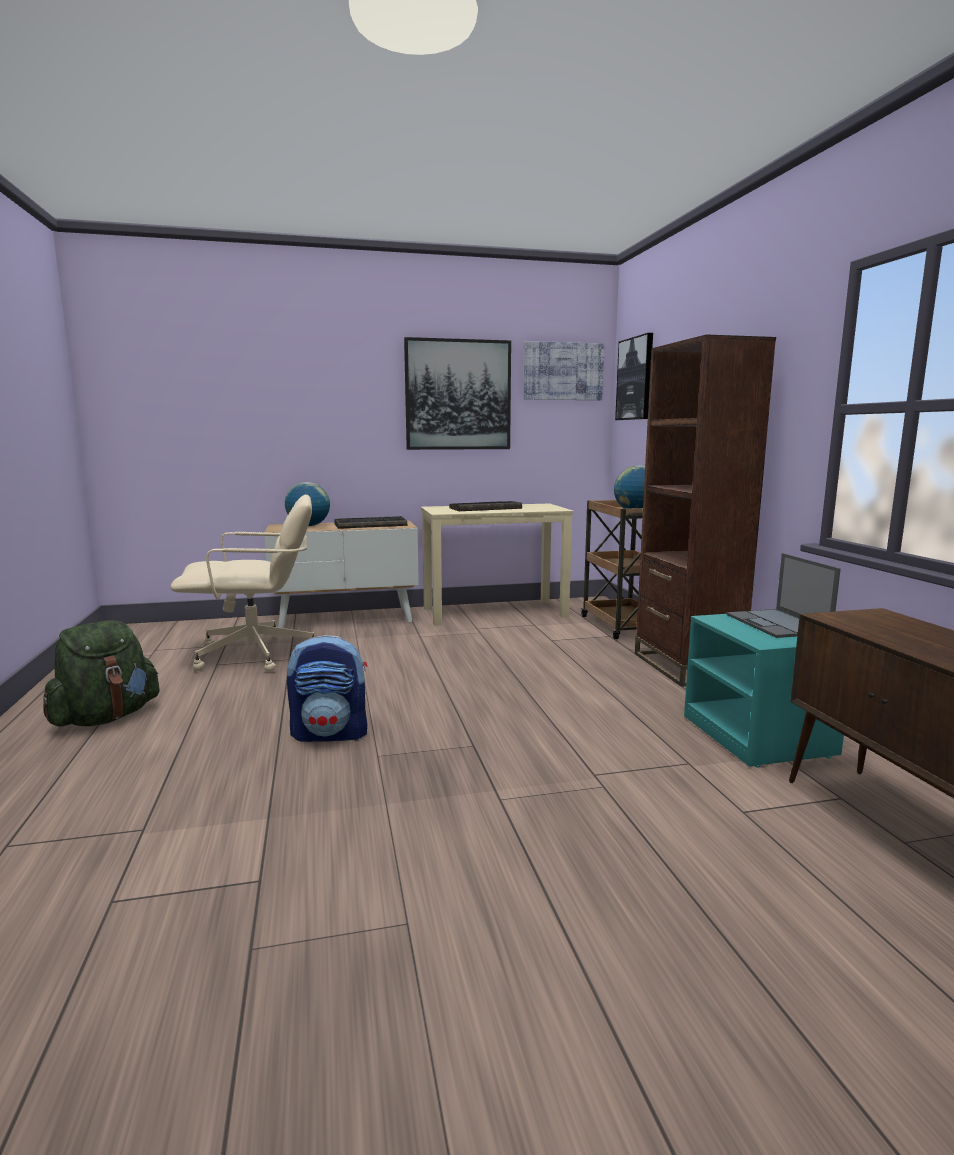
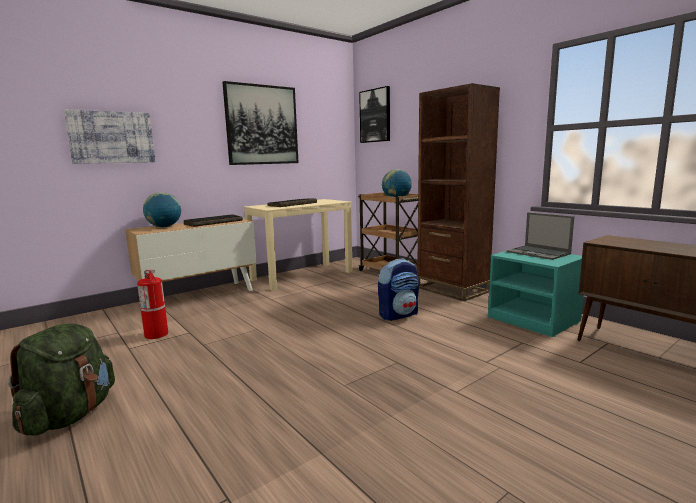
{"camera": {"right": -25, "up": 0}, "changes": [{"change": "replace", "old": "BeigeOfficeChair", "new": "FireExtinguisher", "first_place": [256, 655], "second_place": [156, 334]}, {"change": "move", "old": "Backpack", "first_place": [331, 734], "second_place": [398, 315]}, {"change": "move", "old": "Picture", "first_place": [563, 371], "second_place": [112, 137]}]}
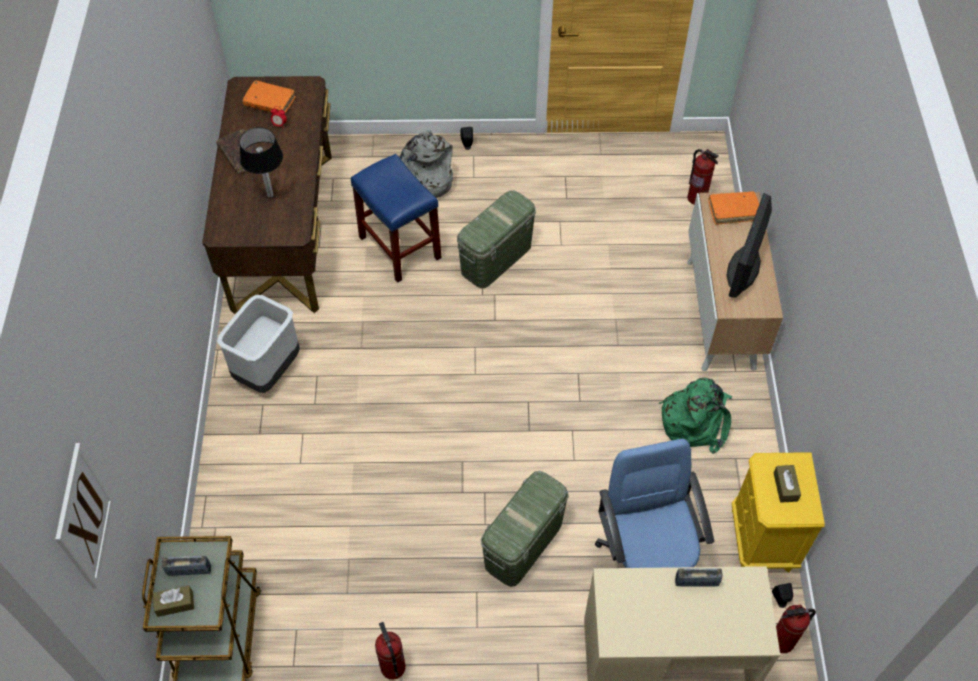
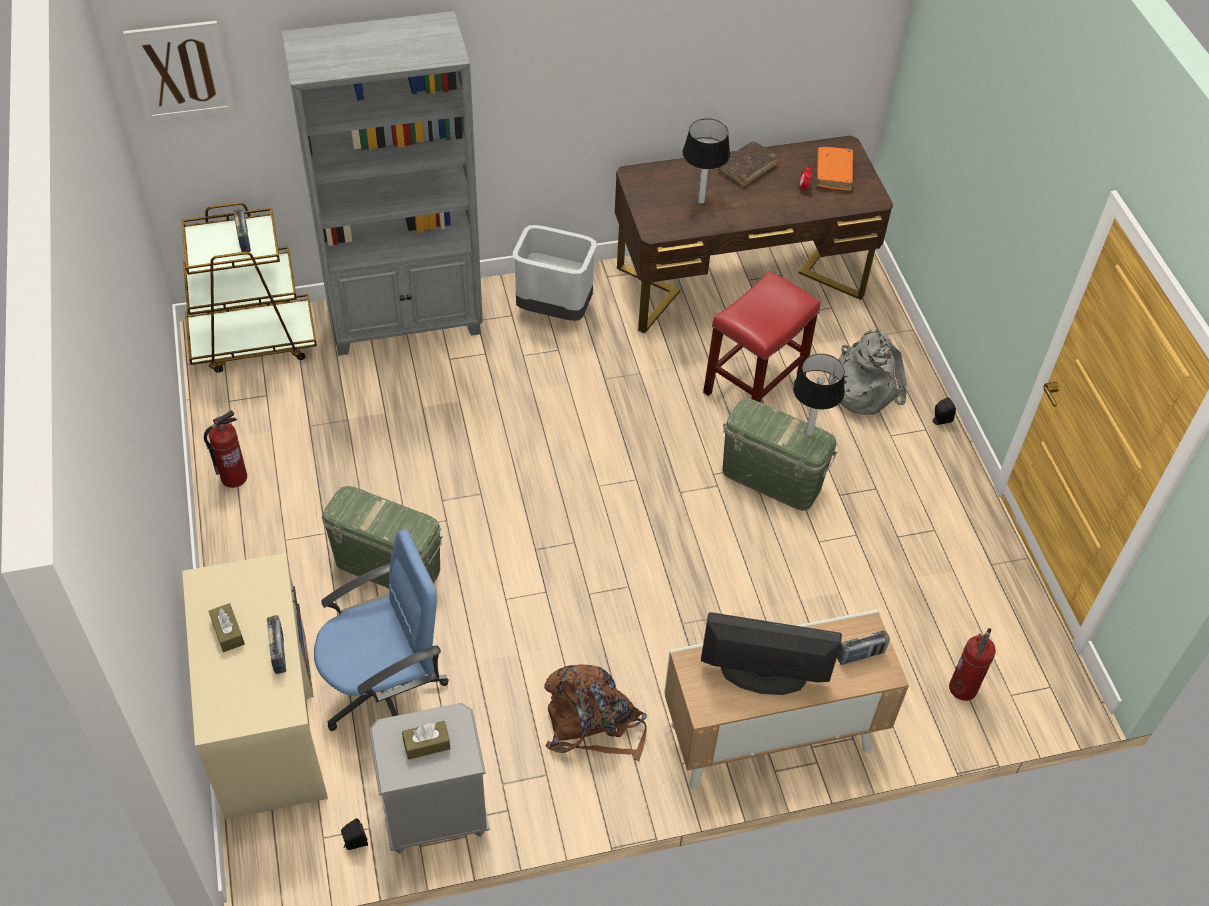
{"camera": {"right": 75, "up": -5}, "changes": [{"change": "move", "old": "BrownTissueBox", "first_place": [175, 604], "second_place": [228, 632]}, {"change": "recolor", "old": "BlueStool", "new": "RedStool", "first_place": [401, 248], "second_place": [754, 386]}, {"change": "recolor", "old": "GreenBackpack", "new": "BrownBackpack", "first_place": [695, 420], "second_place": [593, 723]}, {"change": "replace", "old": "OrangeBook", "new": "Radio", "first_place": [733, 211], "second_place": [860, 655]}, {"change": "recolor", "old": "YellowNightstand", "new": "GreyNightstand", "first_place": [762, 540], "second_place": [434, 815]}, {"change": "delete", "old": "FireExtinguisher", "first_place": [782, 642]}, {"change": "insert", "new": "GreyBookcase", "second_place": [406, 321]}, {"change": "insert", "new": "TableLamp", "second_place": [809, 433]}]}
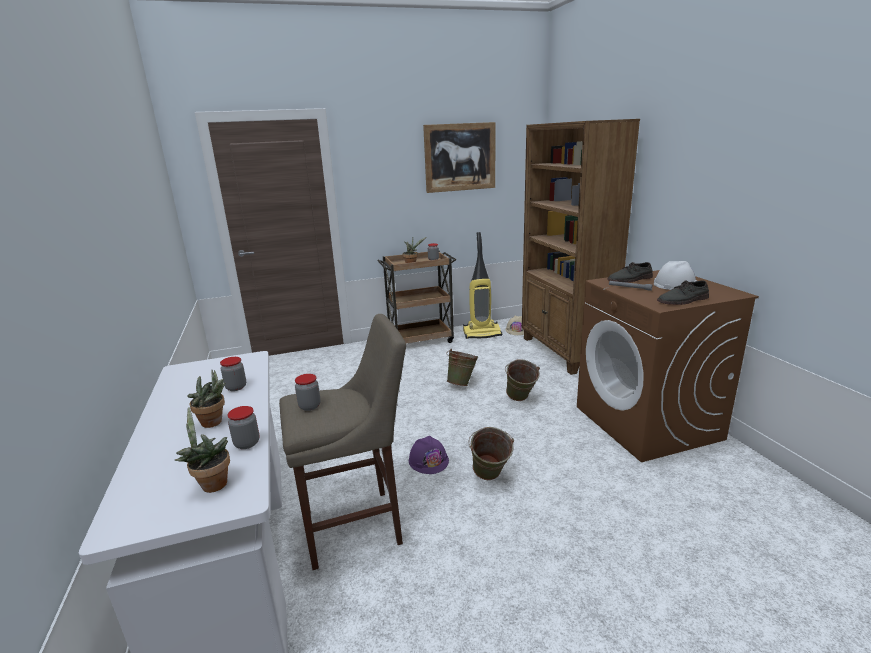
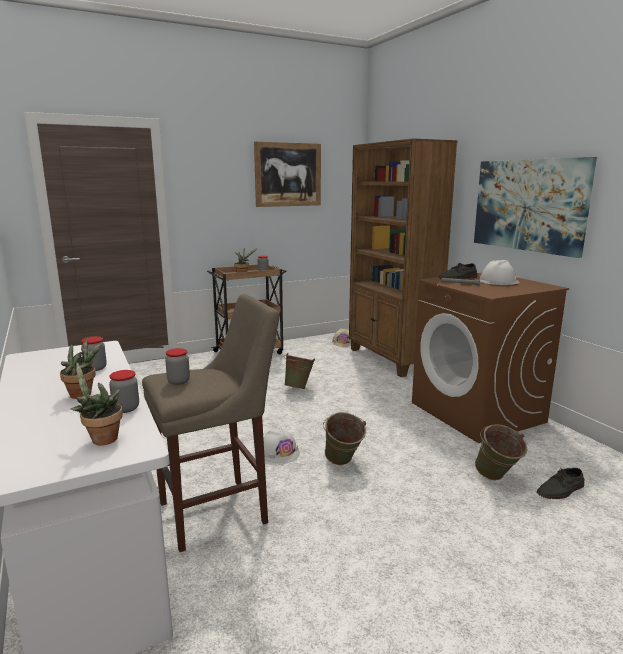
{"camera": {"right": -10, "up": -5}, "changes": [{"change": "recolor", "old": "PurpleHardHat", "new": "WhiteHardHat", "first_place": [428, 460], "second_place": [279, 452]}, {"change": "delete", "old": "VacuumCleaner", "first_place": [482, 333]}, {"change": "move", "old": "GreenBucket", "first_place": [520, 400], "second_place": [497, 479]}, {"change": "move", "old": "GreyShoe", "first_place": [683, 300], "second_place": [561, 490]}, {"change": "insert", "new": "Picture", "second_place": [529, 205]}]}
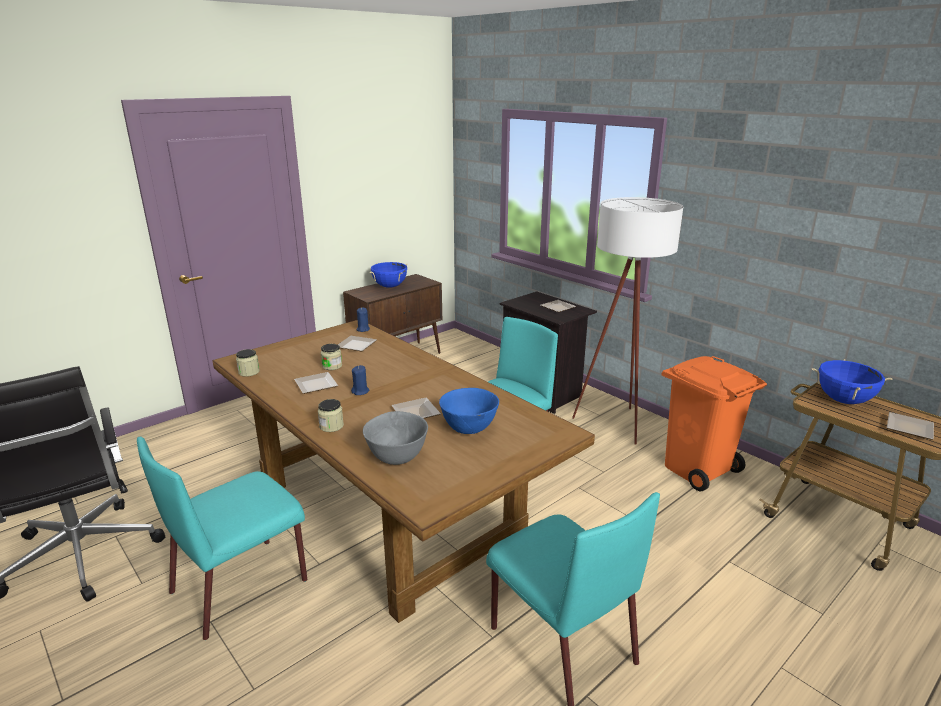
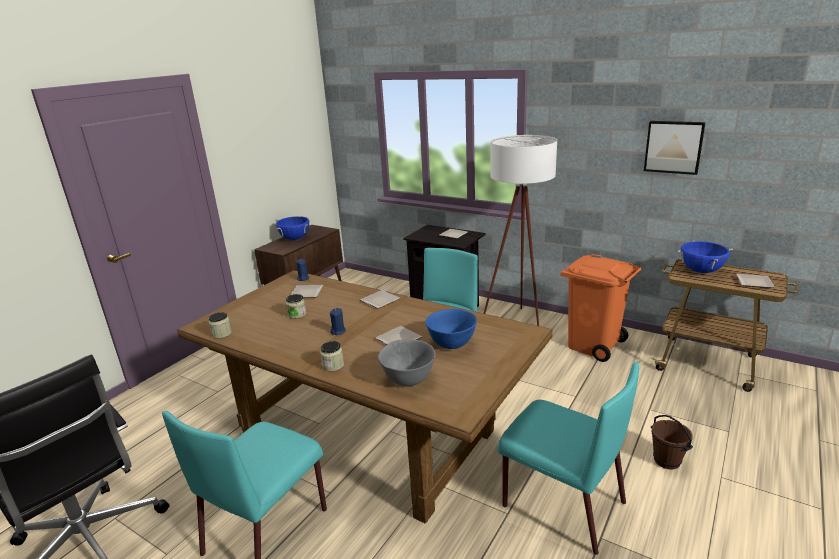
{"camera": {"right": -15, "up": 0}, "changes": [{"change": "move", "old": "Plate", "first_place": [315, 386], "second_place": [380, 302]}, {"change": "insert", "new": "Picture", "second_place": [673, 147]}, {"change": "insert", "new": "BrownBucket", "second_place": [666, 461]}]}
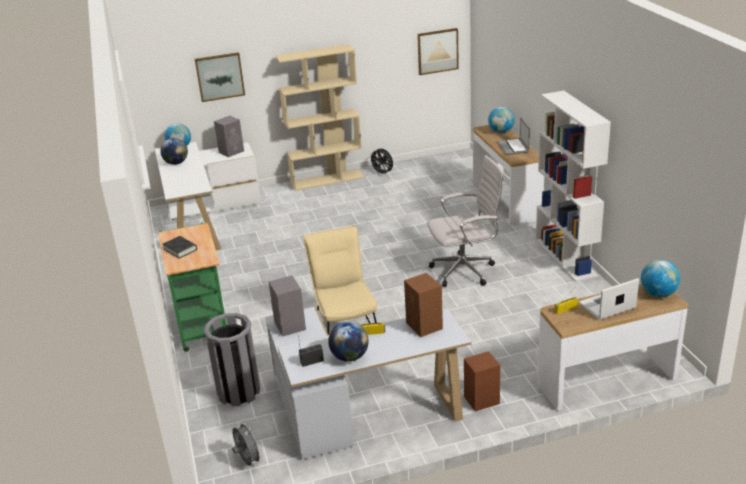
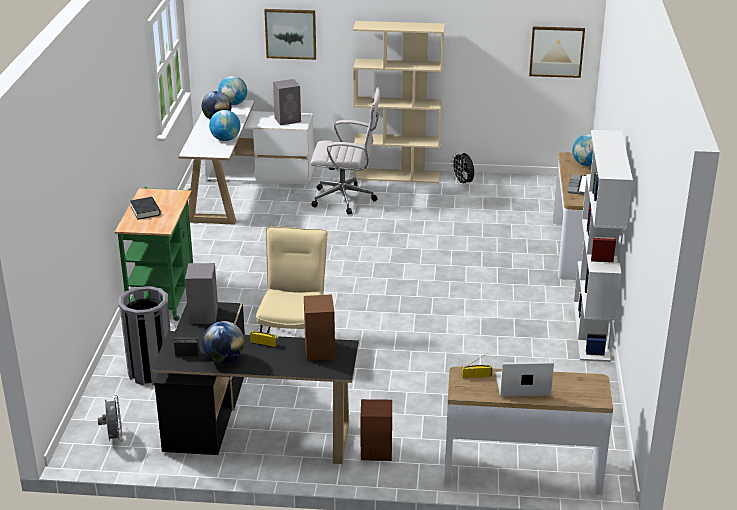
{"camera": {"right": 20, "up": 0}, "changes": [{"change": "recolor", "old": "WhiteDesk", "new": "BlackDesk", "first_place": [357, 411], "second_place": [246, 424]}, {"change": "move", "old": "WhiteOfficeChair", "first_place": [466, 271], "second_place": [346, 199]}, {"change": "move", "old": "Globe", "first_place": [658, 294], "second_place": [225, 139]}]}
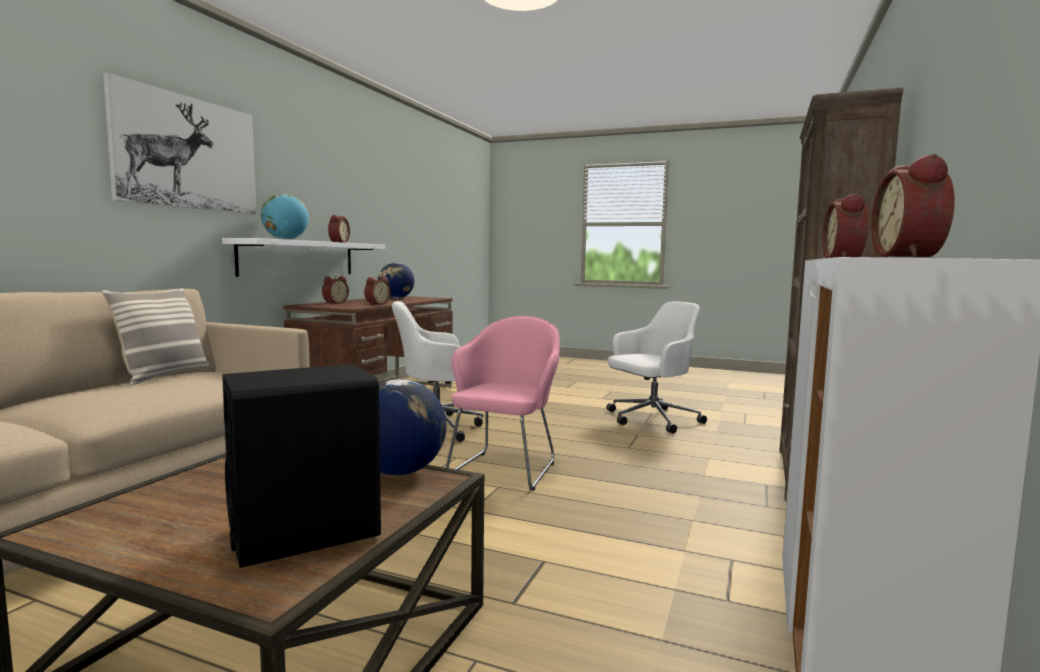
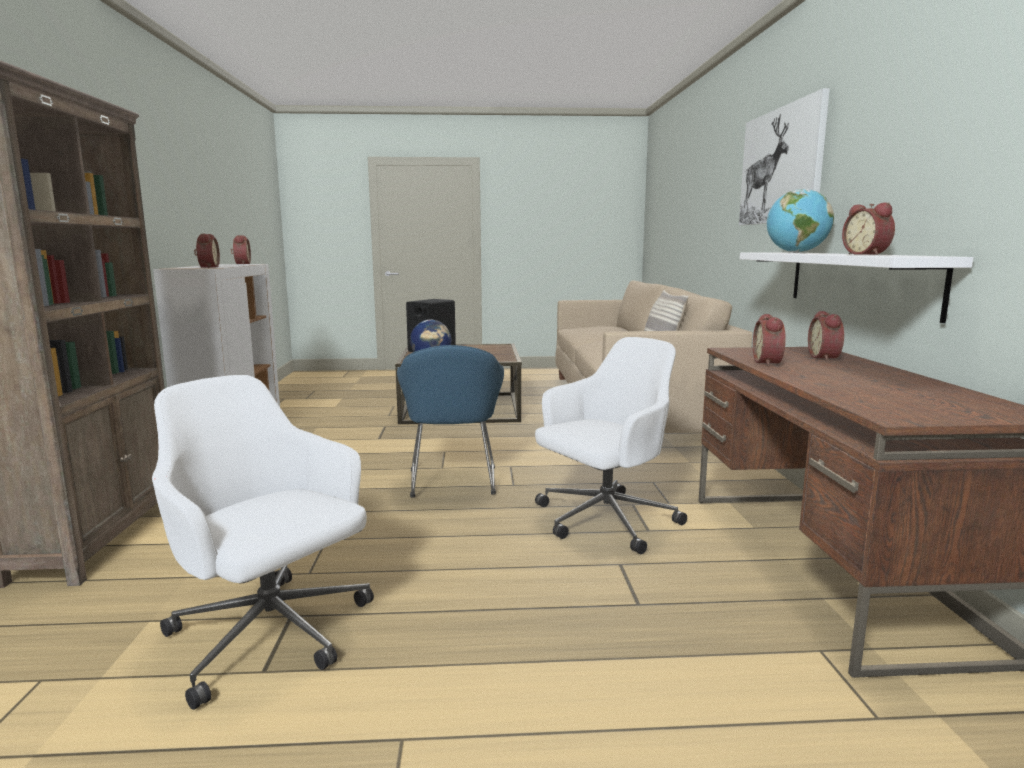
{"camera": {"right": 155, "up": 5}, "changes": [{"change": "delete", "old": "Globe", "first_place": [396, 298]}, {"change": "recolor", "old": "PinkArmchair", "new": "BlueArmchair", "first_place": [506, 468], "second_place": [452, 483]}, {"change": "rotate", "old": "WhiteOfficeChair", "first_place": [651, 419], "second_place": [272, 635], "degrees": 90}]}
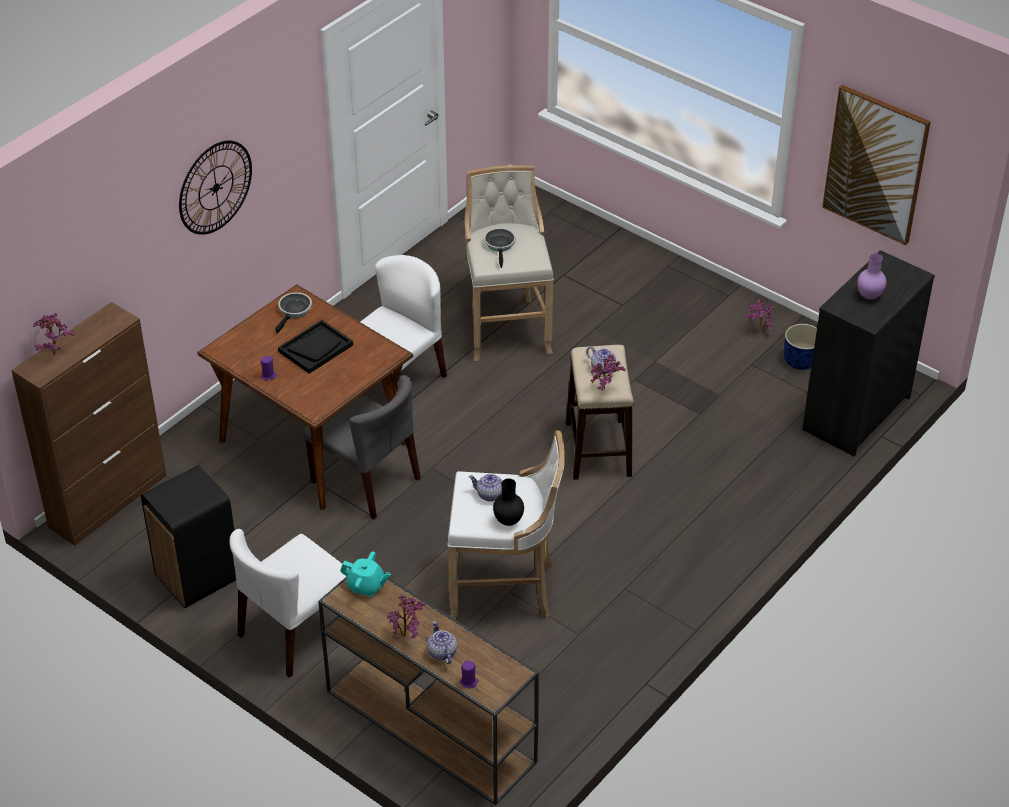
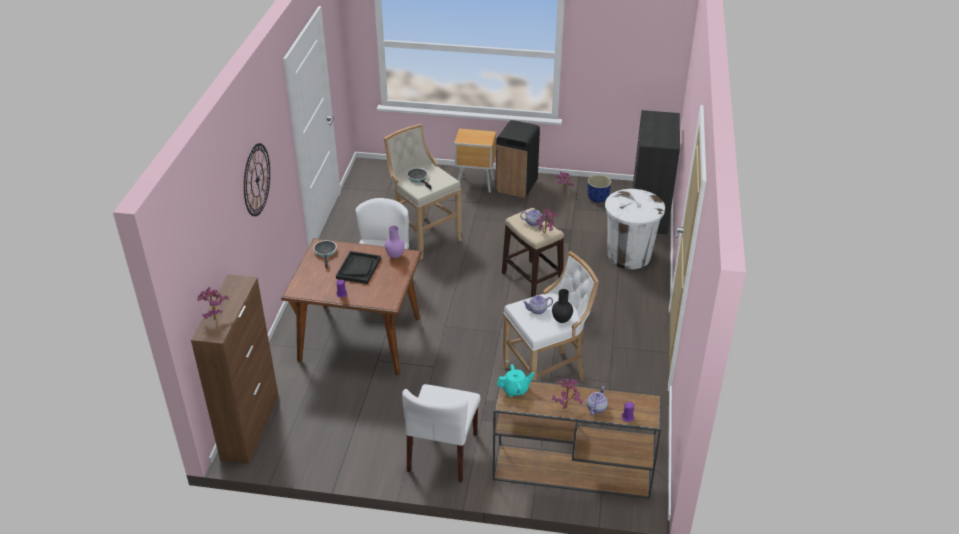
{"camera": {"right": -30, "up": -5}, "changes": [{"change": "move", "old": "BlackTrashCan", "first_place": [197, 577], "second_place": [516, 186]}, {"change": "delete", "old": "GreyChair", "first_place": [366, 480]}, {"change": "rotate", "old": "Teapot", "first_place": [441, 652], "second_place": [596, 408], "degrees": 75}, {"change": "delete", "old": "Picture", "first_place": [876, 164]}, {"change": "move", "old": "PurpleVase", "first_place": [869, 296], "second_place": [395, 256]}, {"change": "insert", "new": "BrownNightstand", "second_place": [476, 185]}, {"change": "insert", "new": "WhiteTrashCan", "second_place": [628, 256]}]}
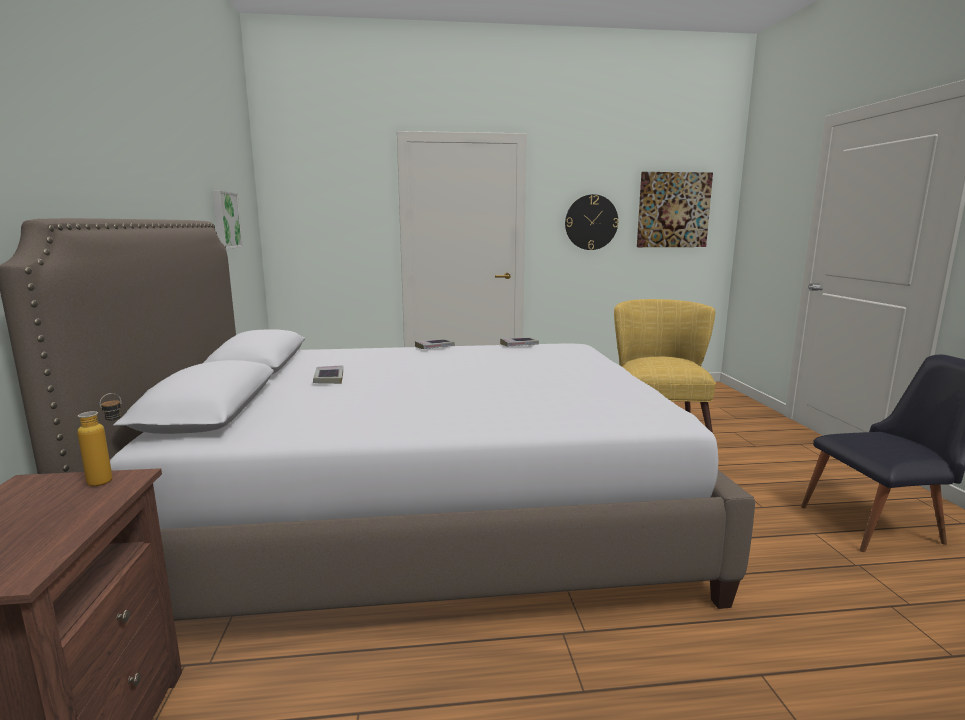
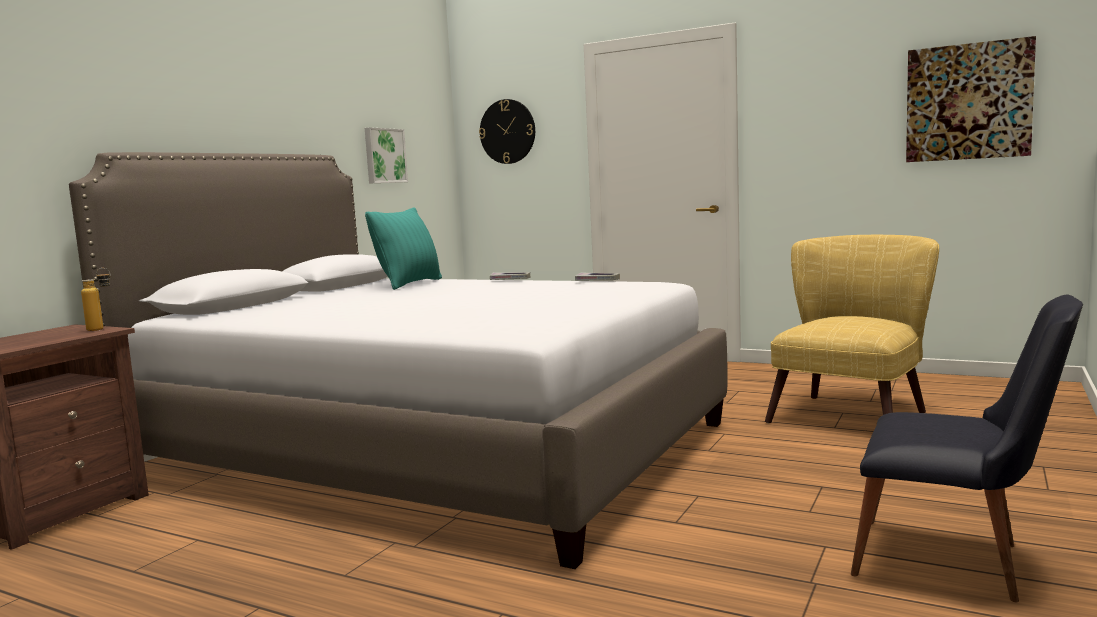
{"camera": {"right": 35, "up": -5}, "changes": [{"change": "delete", "old": "Book", "first_place": [329, 378]}, {"change": "move", "old": "WallClock", "first_place": [591, 222], "second_place": [507, 131]}, {"change": "insert", "new": "TurquoisePillow", "second_place": [409, 284]}]}
